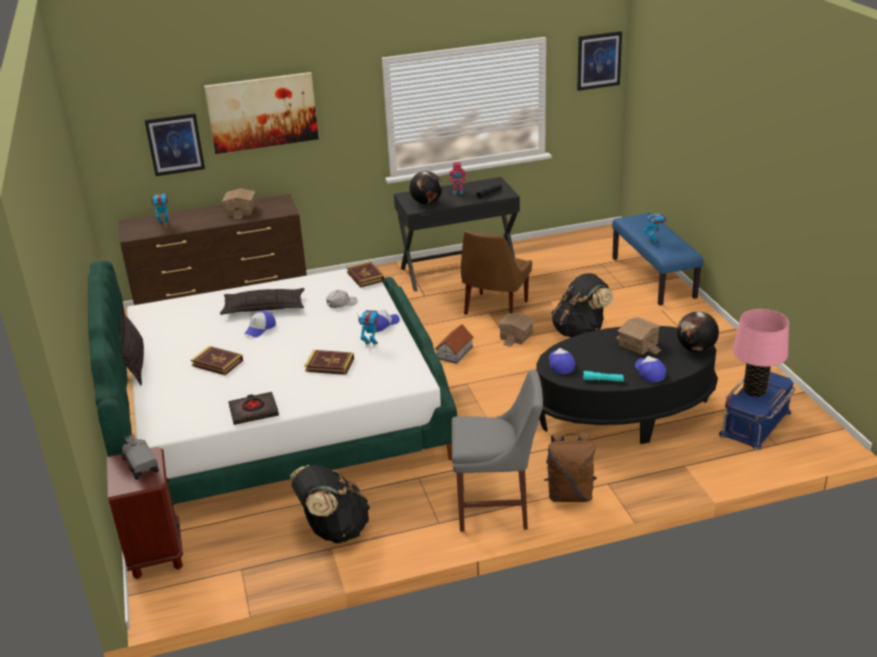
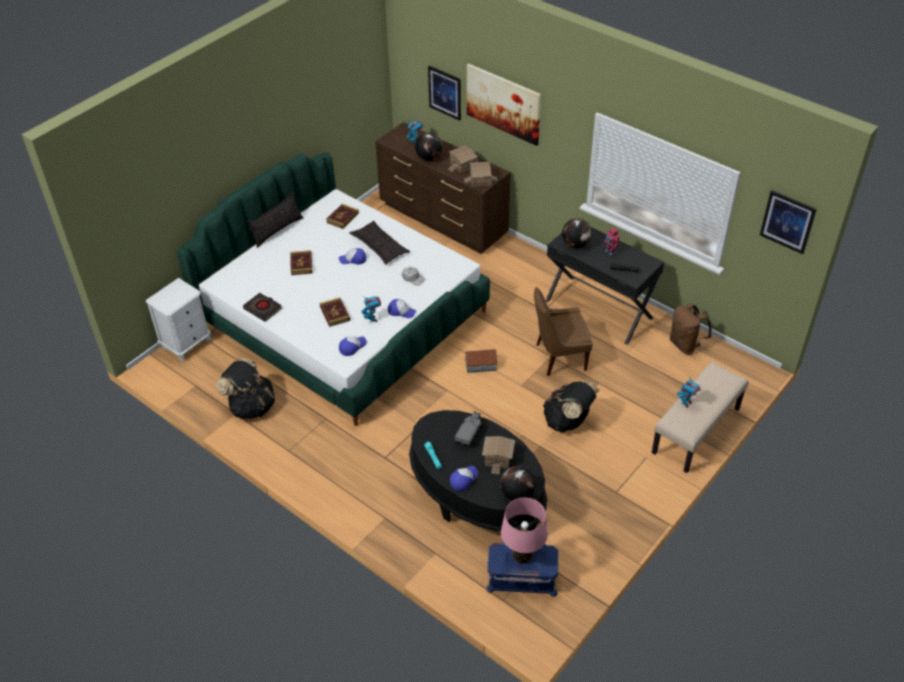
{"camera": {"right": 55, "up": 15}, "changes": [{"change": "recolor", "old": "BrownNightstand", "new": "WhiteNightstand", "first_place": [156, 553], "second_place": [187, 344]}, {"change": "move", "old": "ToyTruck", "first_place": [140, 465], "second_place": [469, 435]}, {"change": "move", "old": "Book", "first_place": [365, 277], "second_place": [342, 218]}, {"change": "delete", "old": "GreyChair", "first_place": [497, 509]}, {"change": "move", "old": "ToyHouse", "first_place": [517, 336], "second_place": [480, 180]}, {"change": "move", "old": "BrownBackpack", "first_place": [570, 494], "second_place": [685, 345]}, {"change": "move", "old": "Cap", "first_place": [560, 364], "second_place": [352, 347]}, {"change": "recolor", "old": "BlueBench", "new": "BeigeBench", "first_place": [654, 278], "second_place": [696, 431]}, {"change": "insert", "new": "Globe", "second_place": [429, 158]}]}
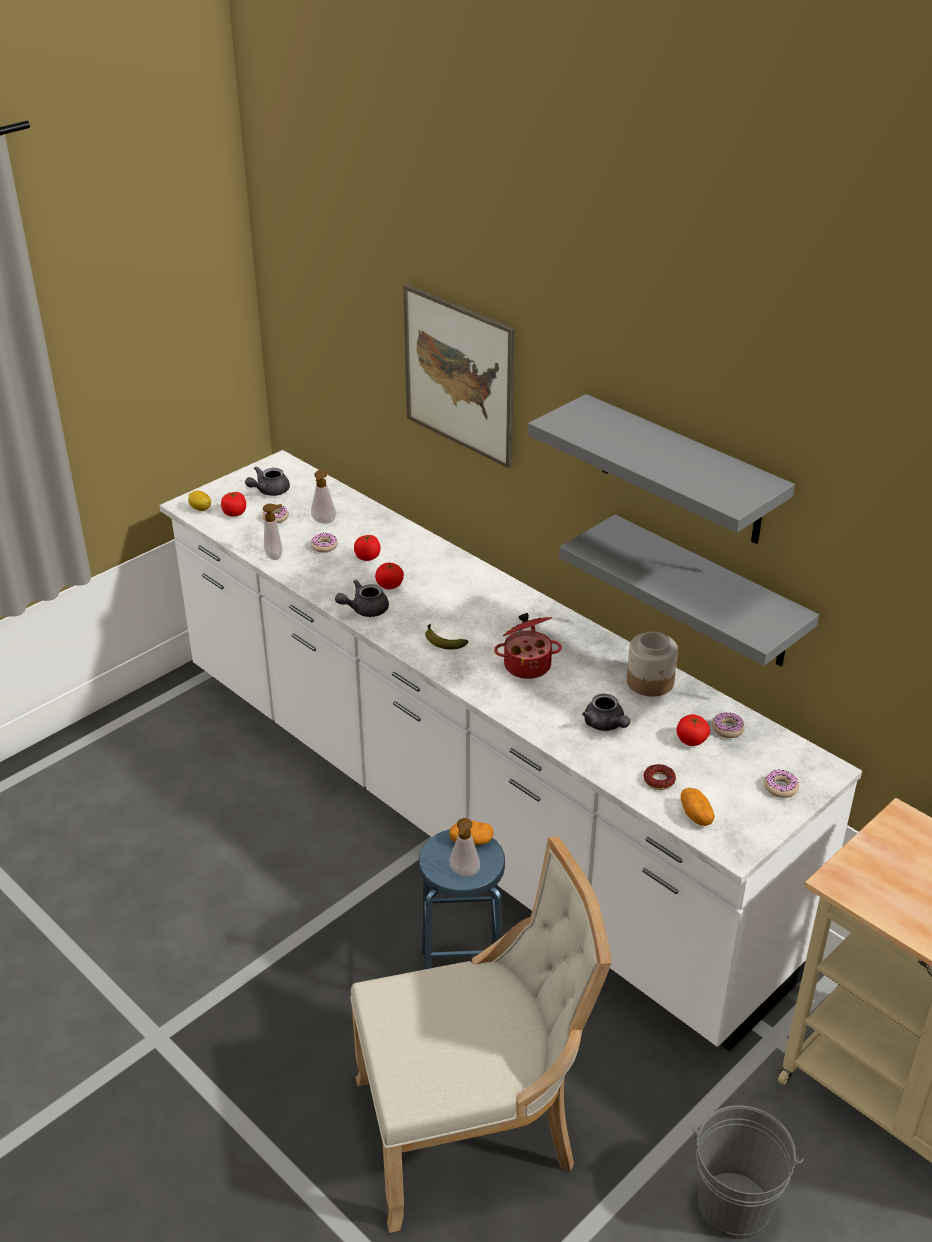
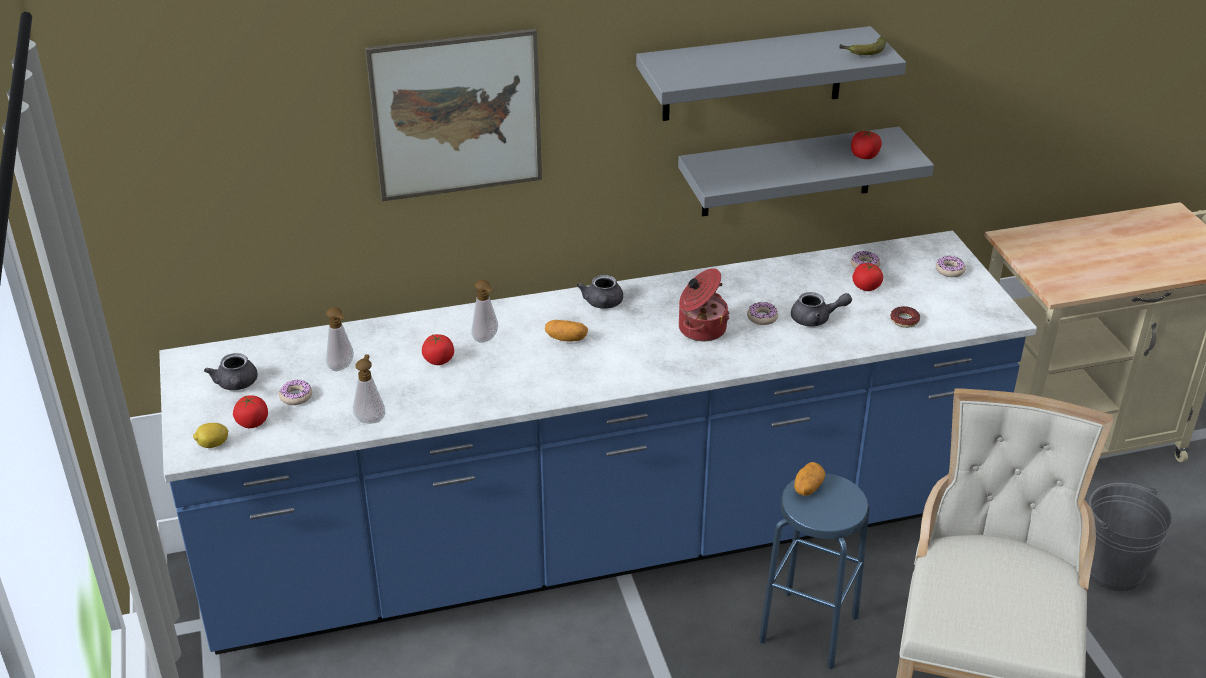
{"camera": {"right": -60, "up": 0}, "changes": [{"change": "recolor", "old": "WhiteCounter", "new": "BlueCounter", "first_place": [466, 811], "second_place": [603, 542]}, {"change": "move", "old": "Donut", "first_place": [324, 546], "second_place": [762, 317]}, {"change": "move", "old": "GreyTeapot", "first_place": [364, 609], "second_place": [602, 304]}, {"change": "move", "old": "Tomato", "first_place": [389, 585], "second_place": [864, 156]}, {"change": "move", "old": "Banana", "first_place": [442, 641], "second_place": [863, 51]}, {"change": "move", "old": "SoapDispenser", "first_place": [464, 874], "second_place": [487, 339]}, {"change": "delete", "old": "Jar", "first_place": [650, 682]}, {"change": "move", "old": "Potato", "first_place": [696, 815], "second_place": [566, 338]}]}
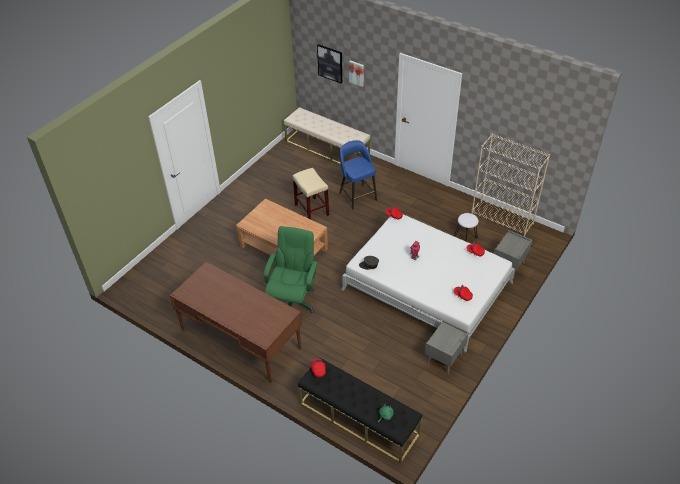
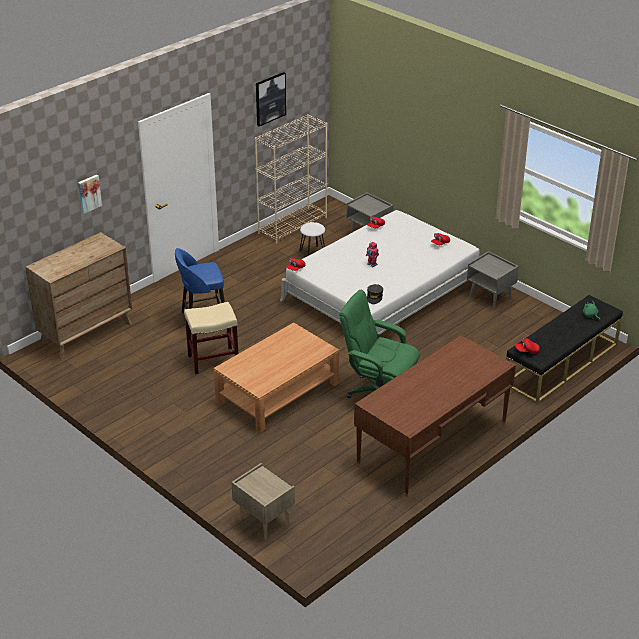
{"camera": {"right": -80, "up": -10}, "changes": [{"change": "replace", "old": "BeigeBench", "new": "BrownDresser", "first_place": [327, 149], "second_place": [86, 333]}, {"change": "move", "old": "Picture", "first_place": [330, 63], "second_place": [270, 98]}, {"change": "insert", "new": "BeigeNightstand", "second_place": [263, 521]}]}
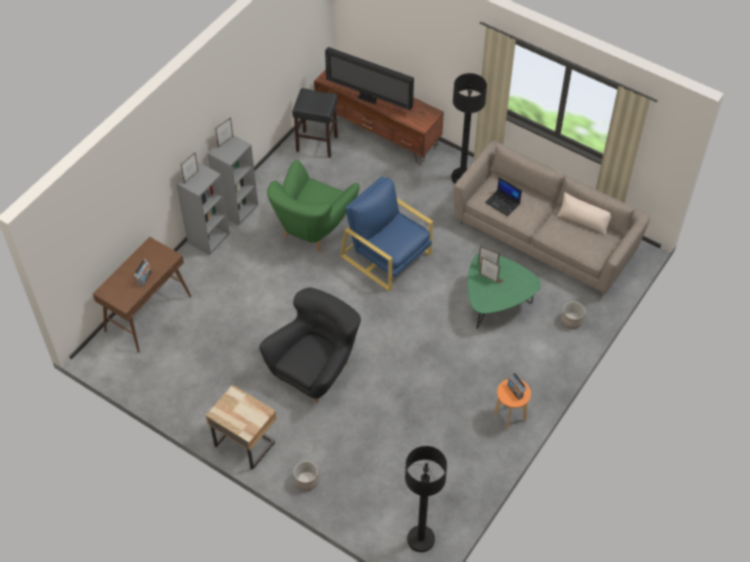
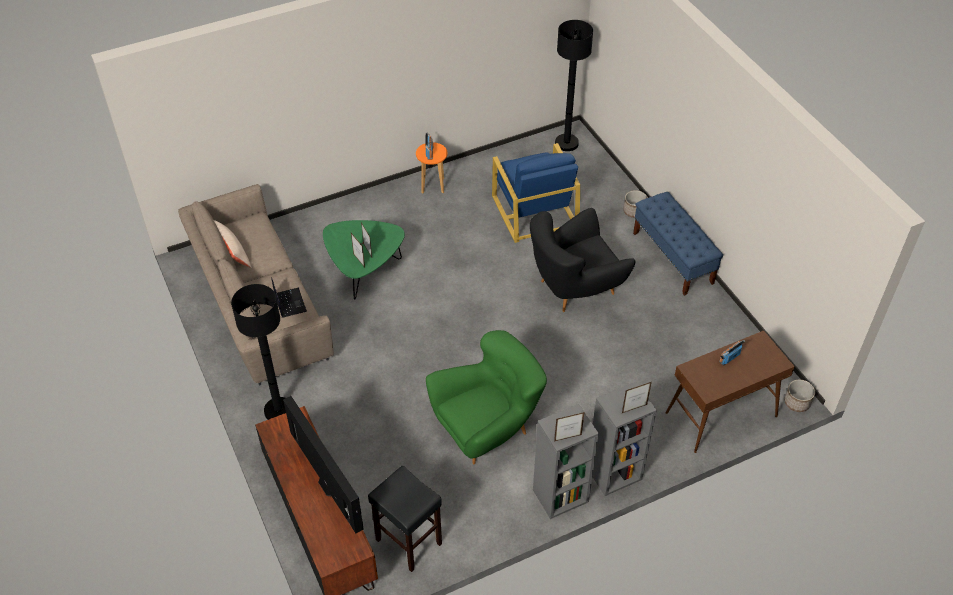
{"camera": {"right": -150, "up": -5}, "changes": [{"change": "replace", "old": "BeigeNightstand", "new": "BlueBench", "first_place": [245, 443], "second_place": [673, 258]}, {"change": "move", "old": "BlueArmchair", "first_place": [386, 255], "second_place": [534, 210]}, {"change": "move", "old": "Planter", "first_place": [571, 320], "second_place": [797, 402]}]}
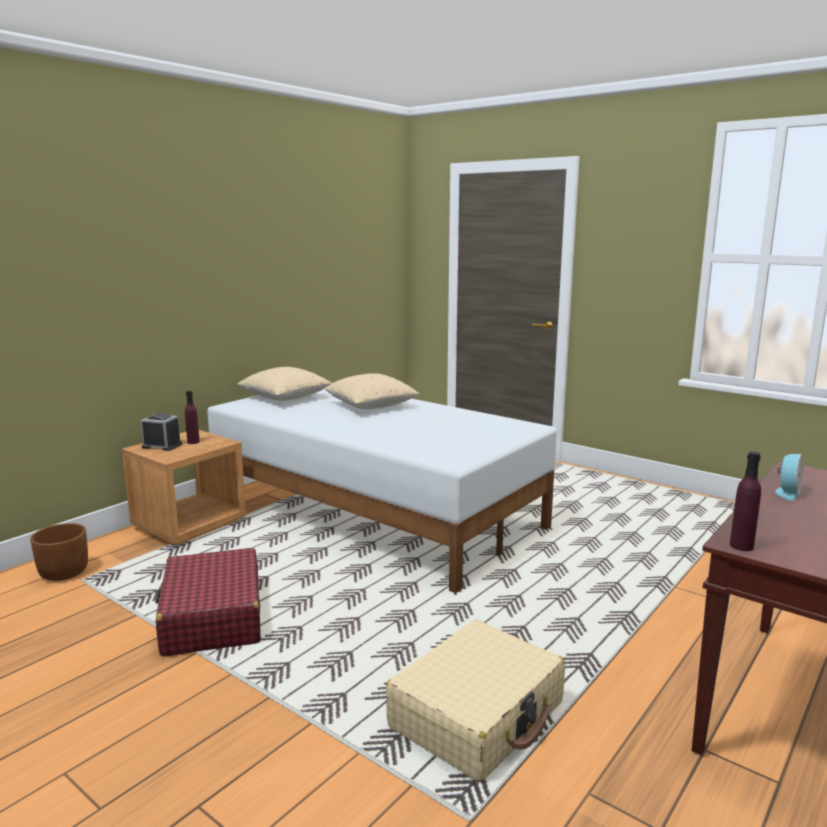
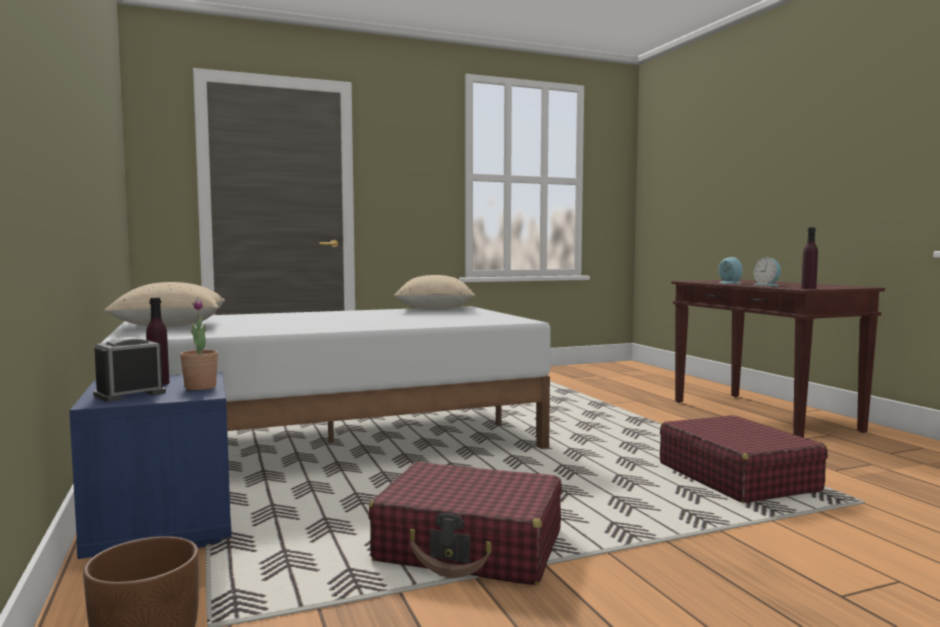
{"camera": {"right": -60, "up": -10}, "changes": [{"change": "recolor", "old": "BrownNightstand", "new": "BlueNightstand", "first_place": [190, 524], "second_place": [161, 528]}, {"change": "move", "old": "BeigePillow", "first_place": [371, 406], "second_place": [435, 309]}, {"change": "recolor", "old": "BeigeSuitcase", "new": "RedSuitcase", "first_place": [477, 715], "second_place": [736, 477]}, {"change": "insert", "new": "PottedPlant", "second_place": [200, 387]}, {"change": "insert", "new": "AlarmClock", "second_place": [768, 285]}]}
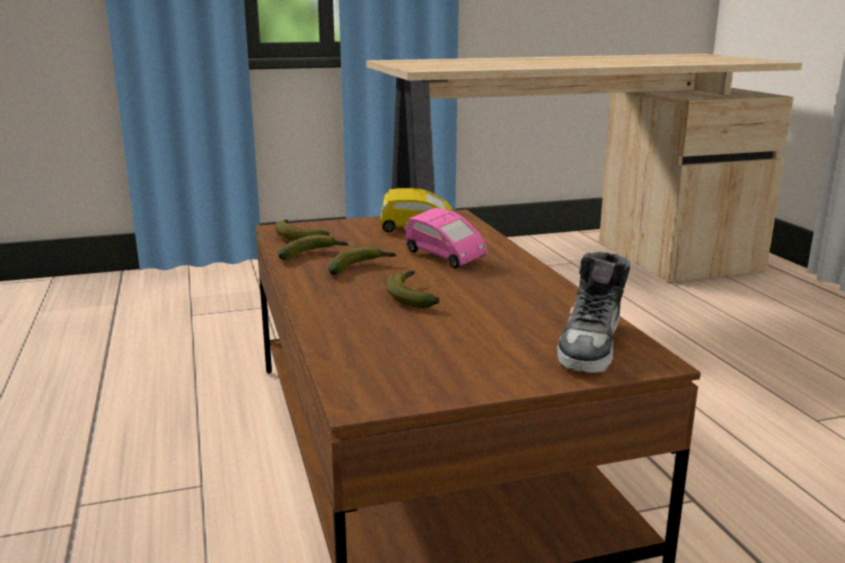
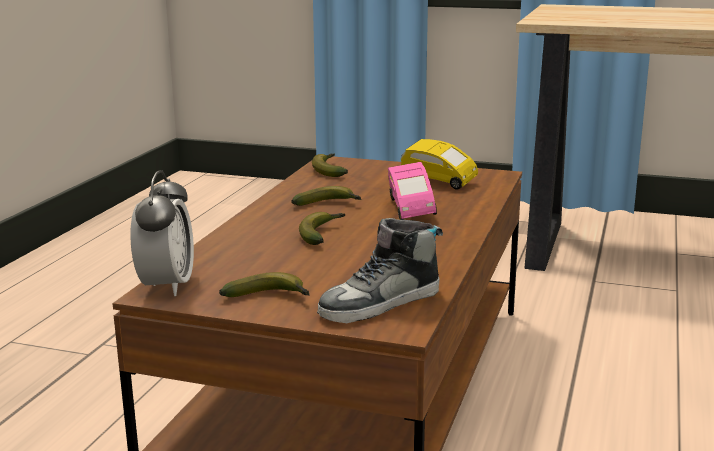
{"camera": {"right": 35, "up": 0}, "changes": [{"change": "move", "old": "Banana", "first_place": [313, 255], "second_place": [270, 297]}, {"change": "insert", "new": "AlarmClock", "second_place": [167, 286]}]}
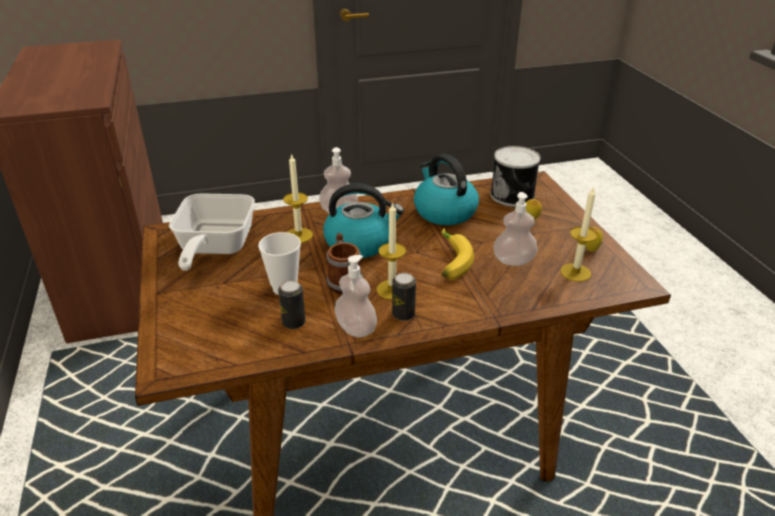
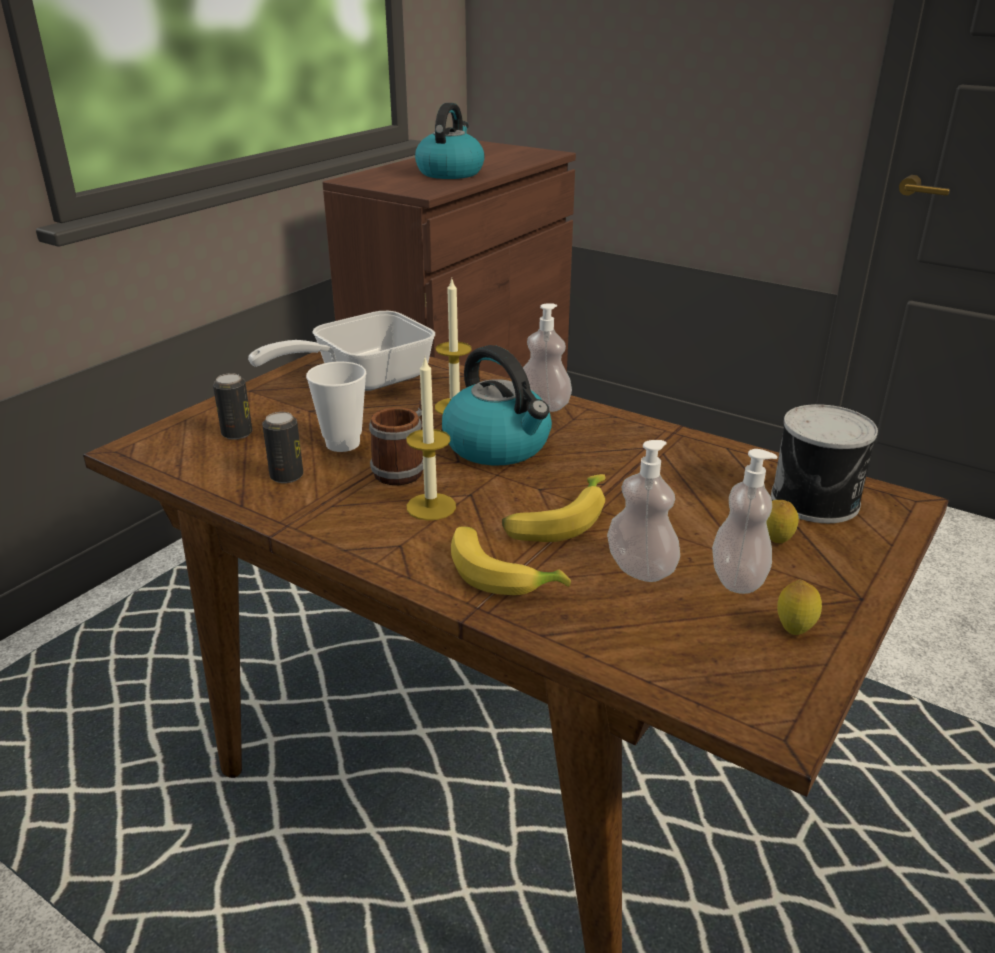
{"camera": {"right": 50, "up": -5}, "changes": [{"change": "move", "old": "SoapDispenser", "first_place": [356, 329], "second_place": [737, 579]}, {"change": "move", "old": "Can", "first_place": [403, 314], "second_place": [237, 433]}, {"change": "move", "old": "Kettle", "first_place": [444, 211], "second_place": [450, 173]}, {"change": "delete", "old": "Candle", "first_place": [575, 272]}, {"change": "insert", "new": "Banana", "second_place": [503, 573]}]}
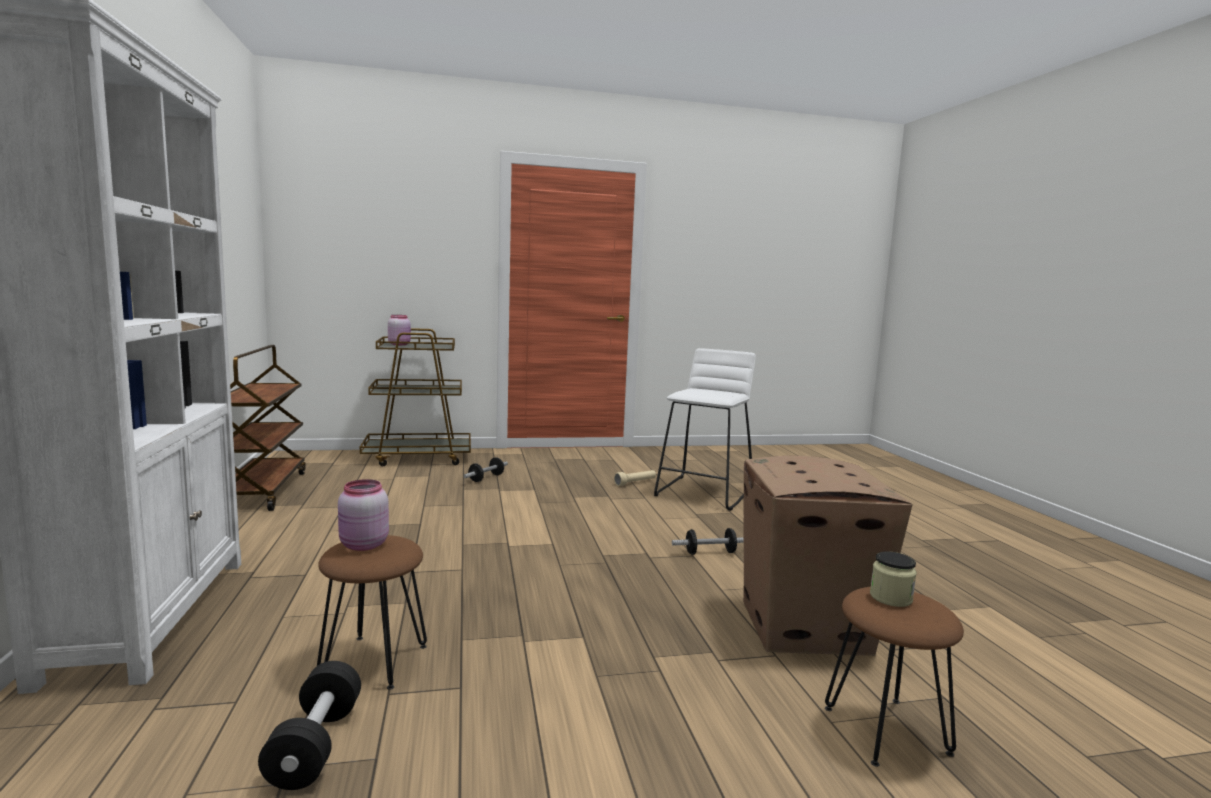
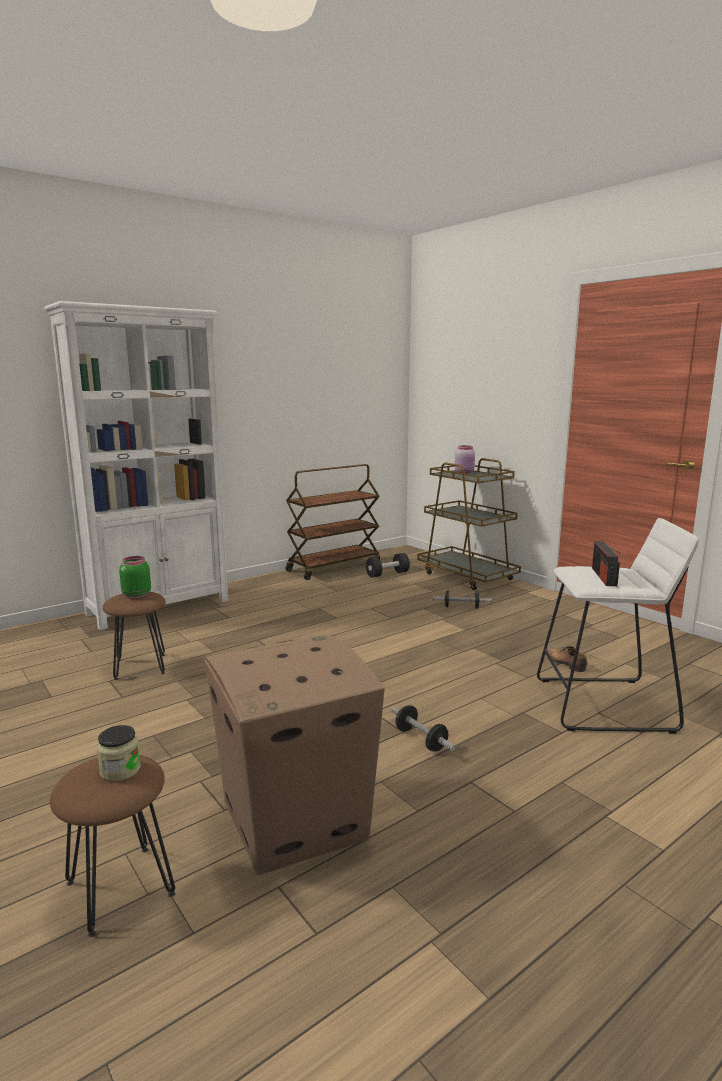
{"camera": {"right": 65, "up": 5}, "changes": [{"change": "move", "old": "BlackDumbbell", "first_place": [315, 745], "second_place": [387, 574]}, {"change": "recolor", "old": "PinkJar", "new": "GreenJar", "first_place": [363, 545], "second_place": [136, 595]}, {"change": "replace", "old": "BeigeFlashlight", "new": "Shoe", "first_place": [635, 483], "second_place": [565, 663]}, {"change": "insert", "new": "Radio", "second_place": [604, 576]}]}
